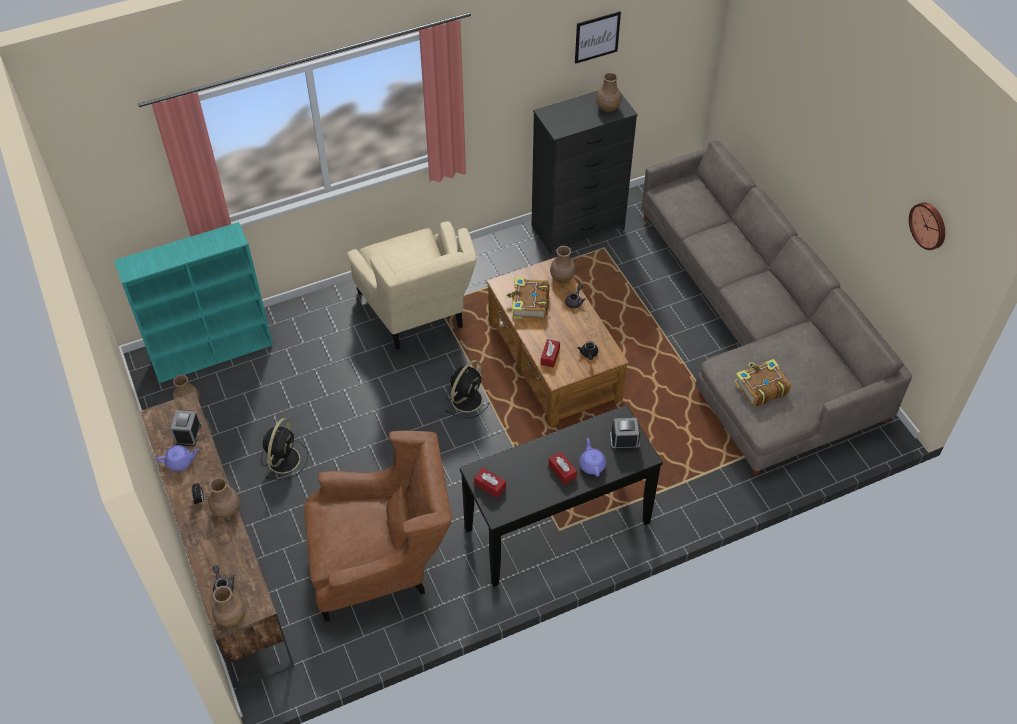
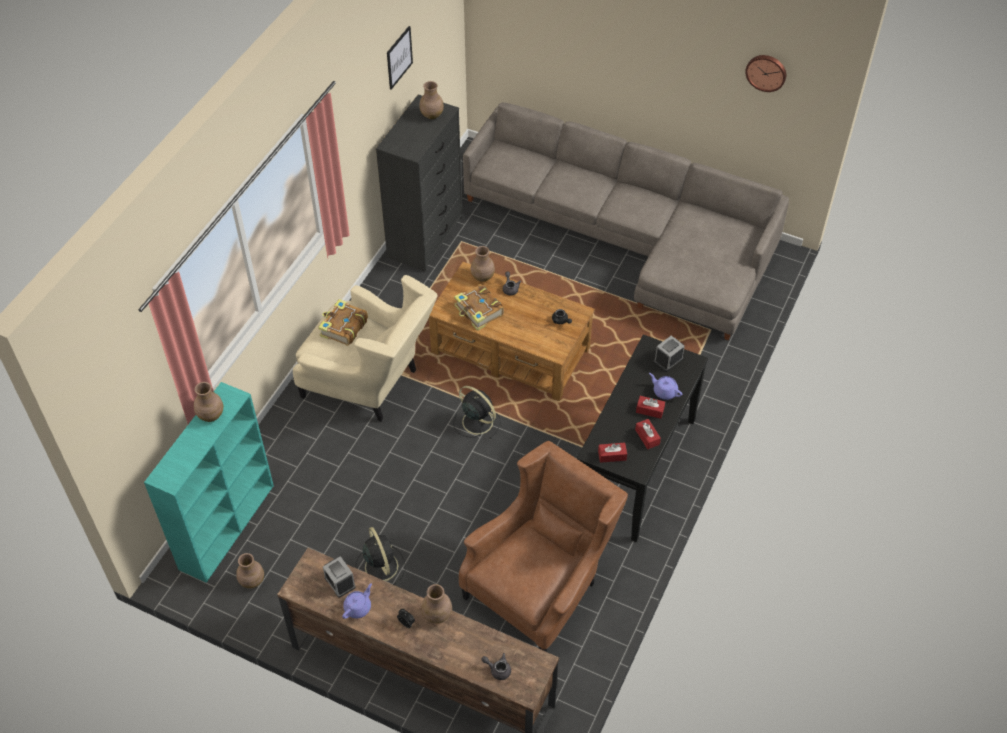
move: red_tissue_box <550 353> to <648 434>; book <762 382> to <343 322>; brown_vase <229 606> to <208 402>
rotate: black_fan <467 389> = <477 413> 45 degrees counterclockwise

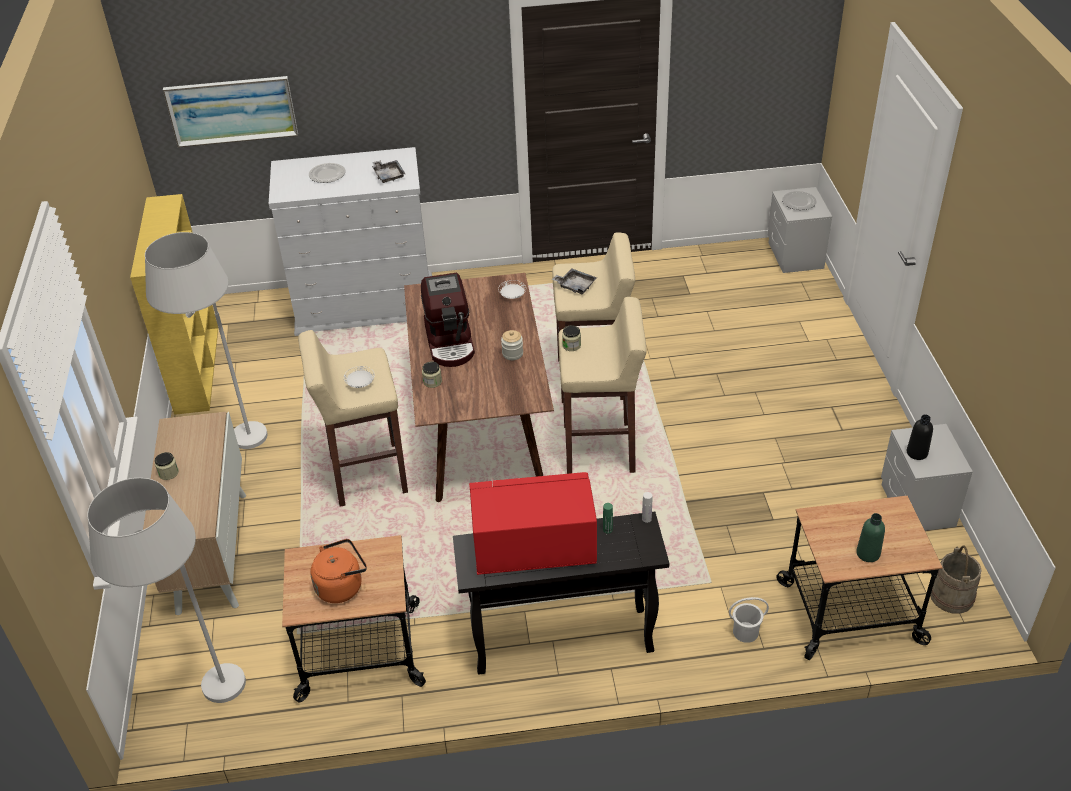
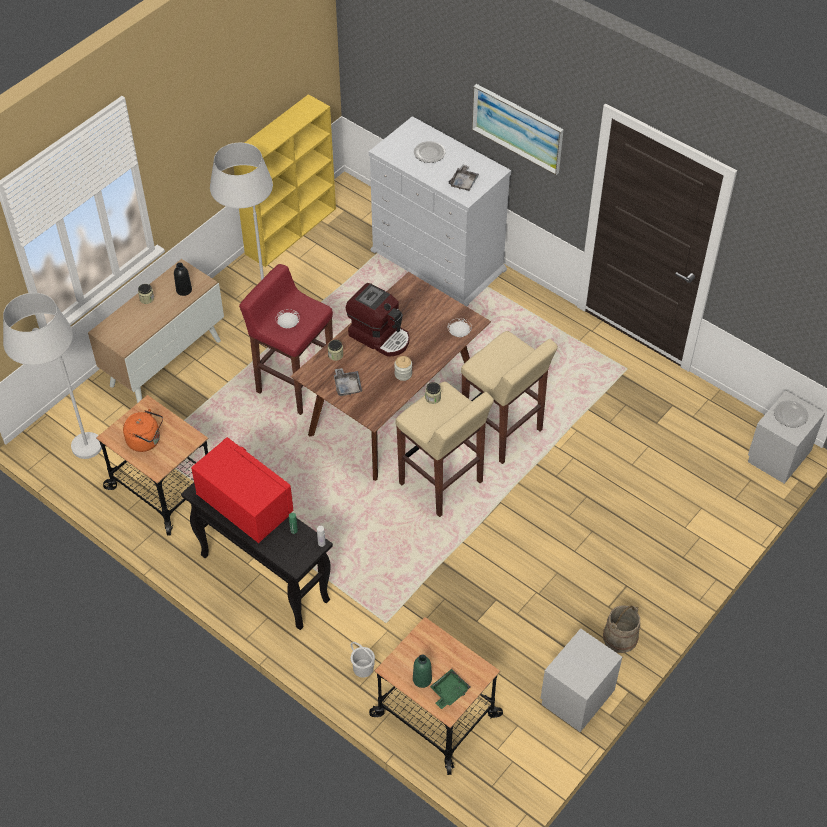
insert: green_tray <450 689>
move: picture <230 112> to <518 129>; grey_tray <574 281> to <348 382>; black_bottle <920 437> to <183 279>; beige_bucket <956 579> to <621 629>
recolor: beige_stool <353 418> to red_stool <286 339>
rotate: coffee_machine <448 320> = <377 320> 90 degrees counterclockwise

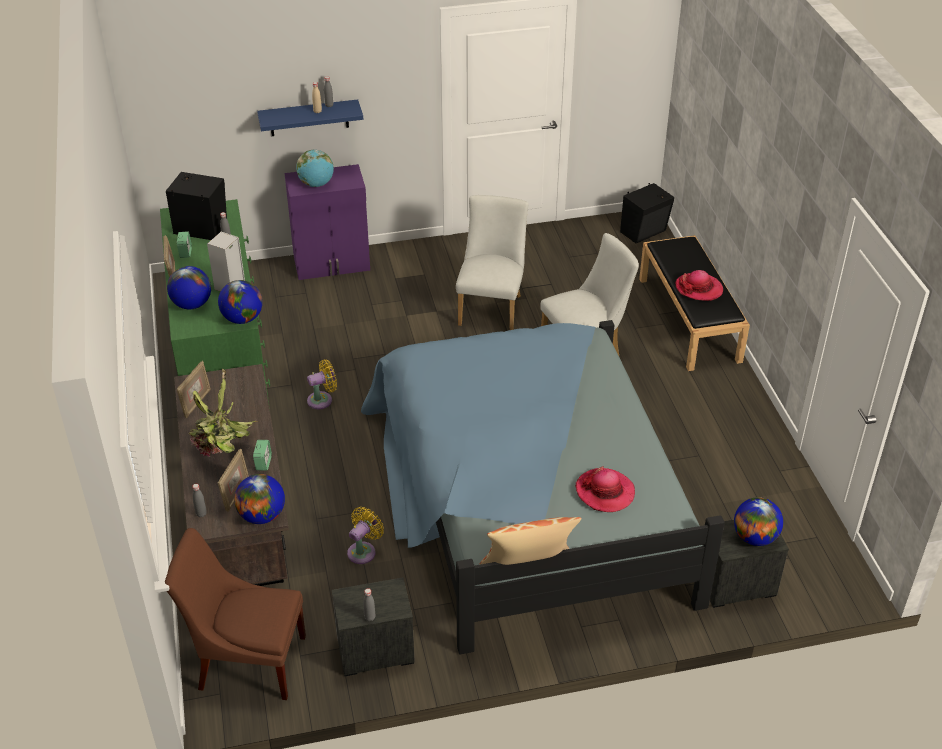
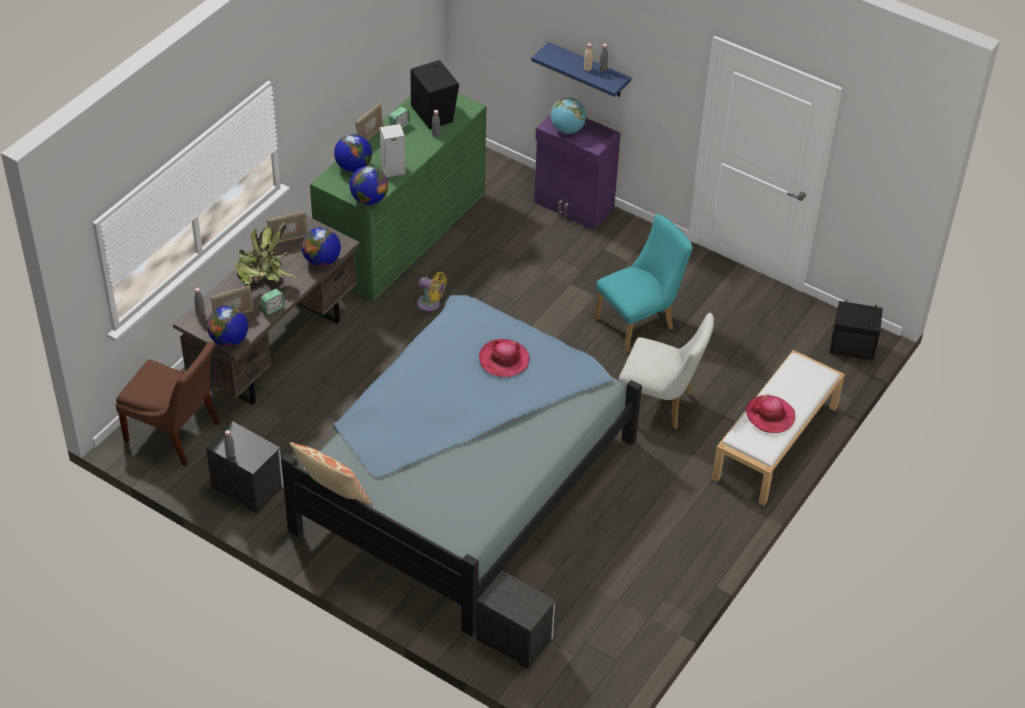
delete: yellow_fan <365 535>
move: hat <605 489> to <504 358>; globe <758 521> to <321 246>
recolor: white_chair <492 262> to turquoise_chair <643 283>; black_bench <694 303> to white_bench <778 427>
rotate: brown_chair <235 614> = <168 403> 150 degrees clockwise

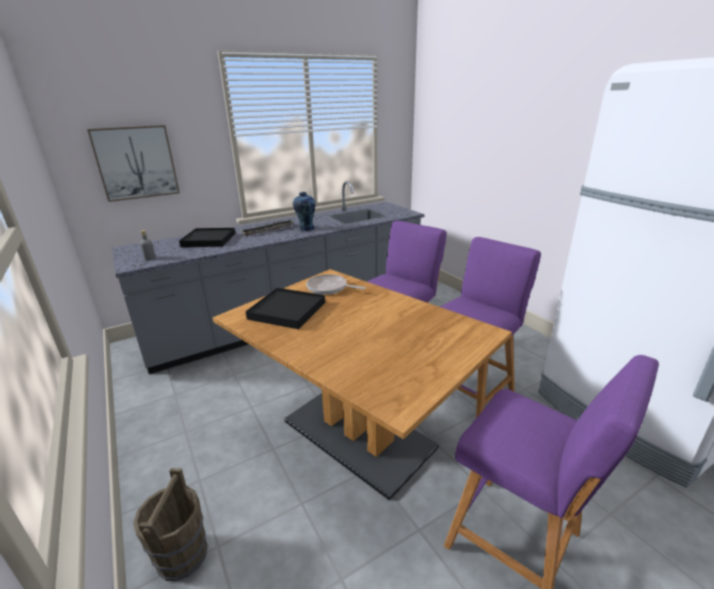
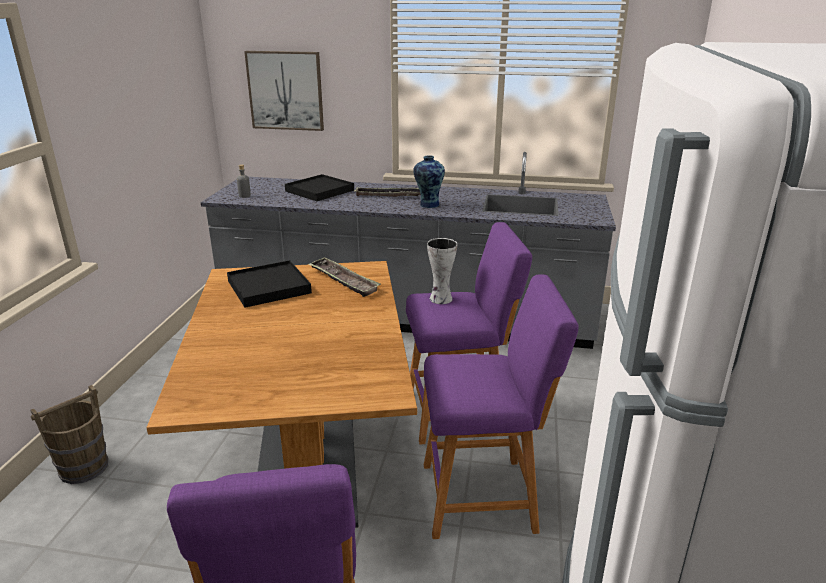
insert: vase <442 271>
replace: frying_pan <336 284> to tray <344 277>

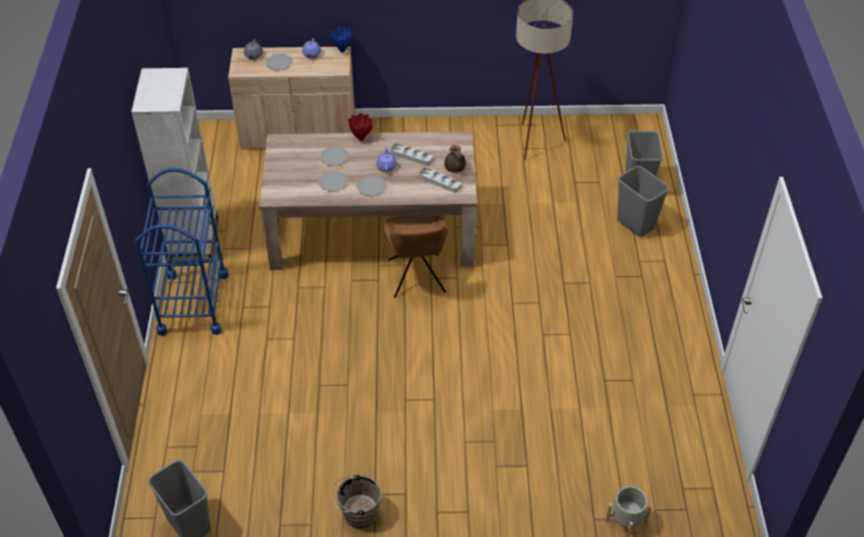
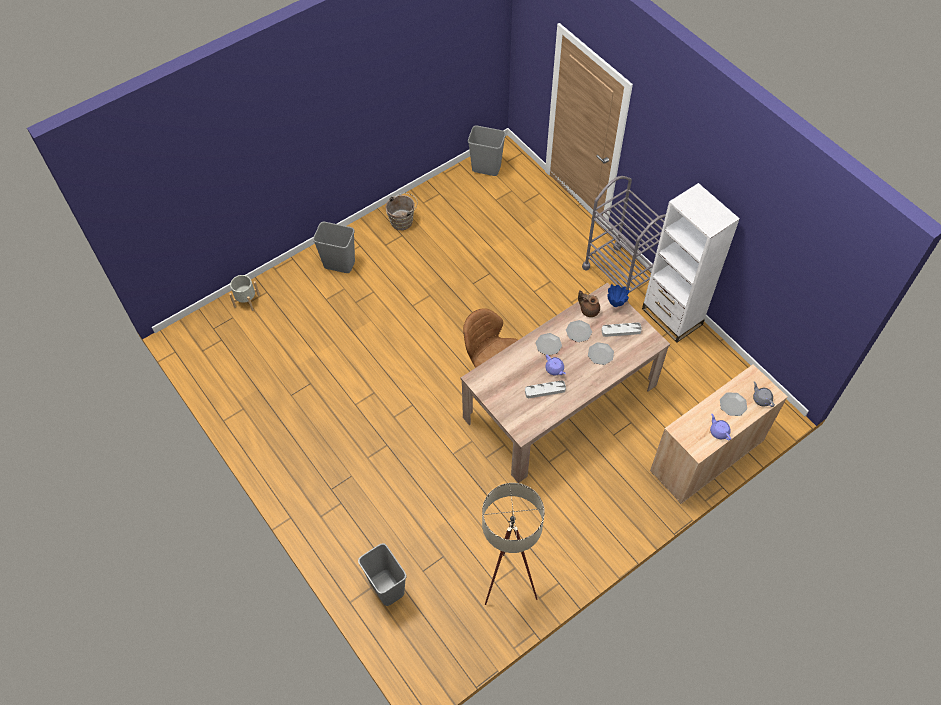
delete: red_vase <360 127>
move: blue_vase <341 39> to <619 295>; brown_teapot <455 159> to <589 303>; grey_trash_can <643 201> to <334 247>; grey_tray <440 180> to <622 329>
recolor: blue_cart <182 252> to grey_cart <624 239>

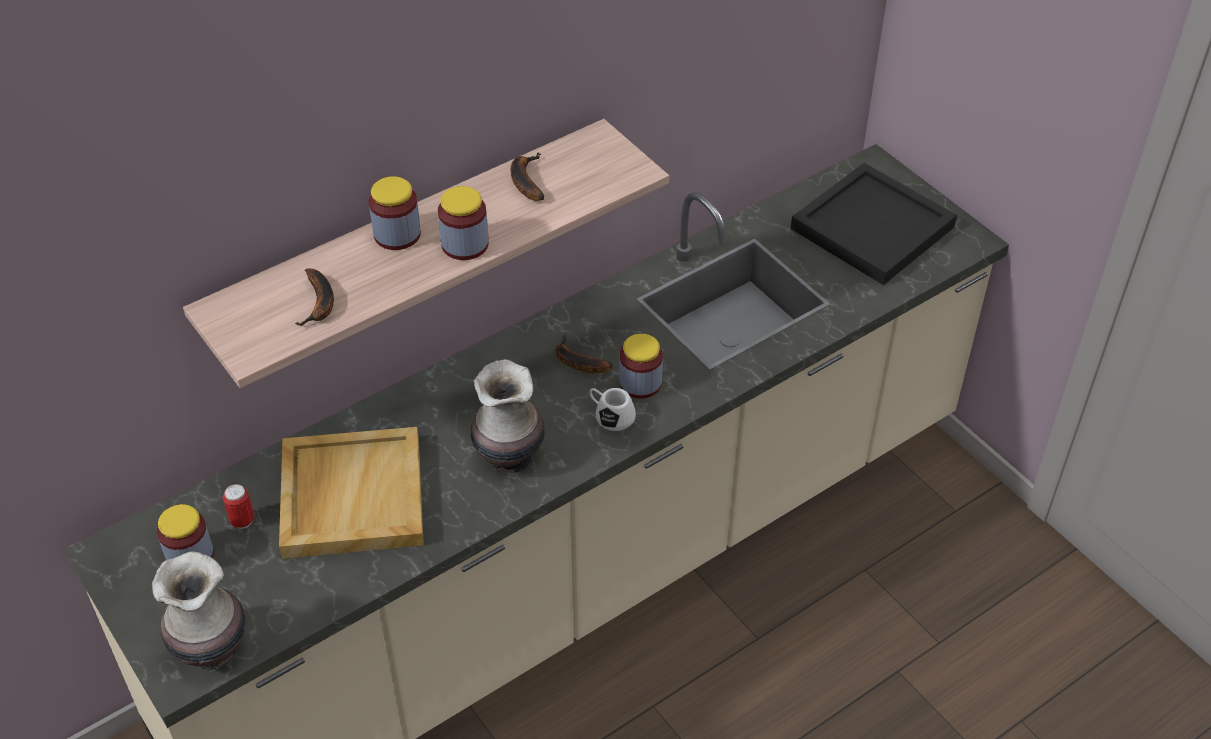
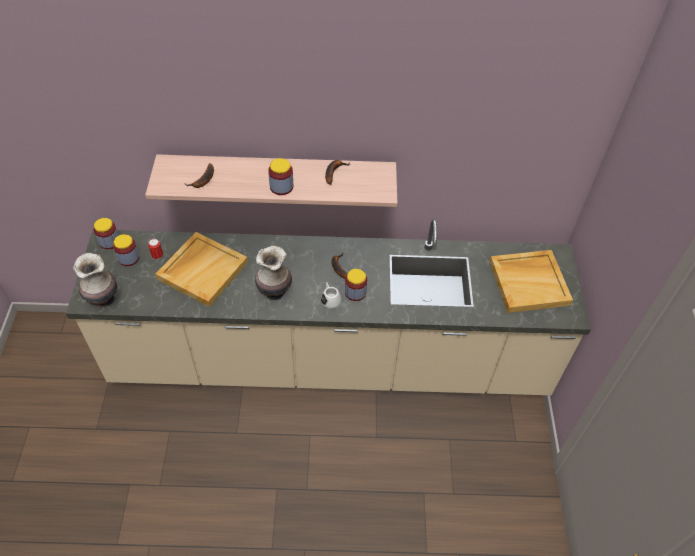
move: jar <395 213> to <106 233>
recolor: black_tray <874 224> to beige_tray <531 281>

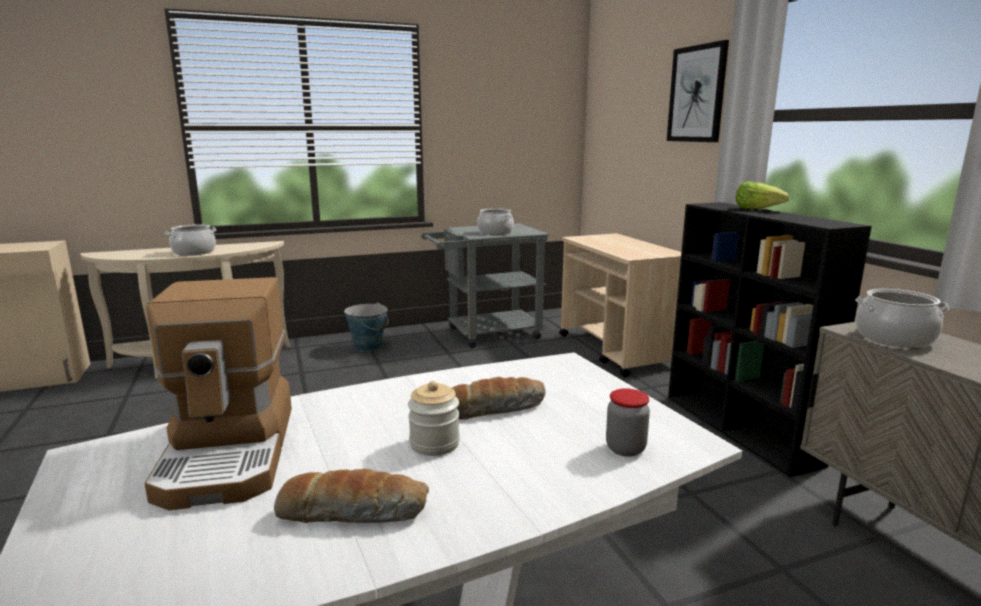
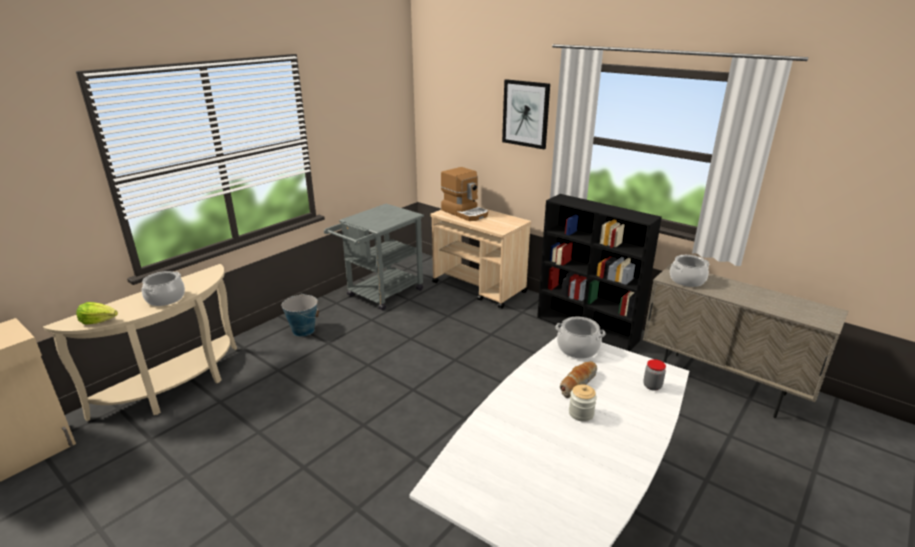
delete: bread <351 496>
move: lettuce <763 195> to <97 313>; cooking_pot <495 221> to <580 338>; coffee_machine <218 393> to <464 194>

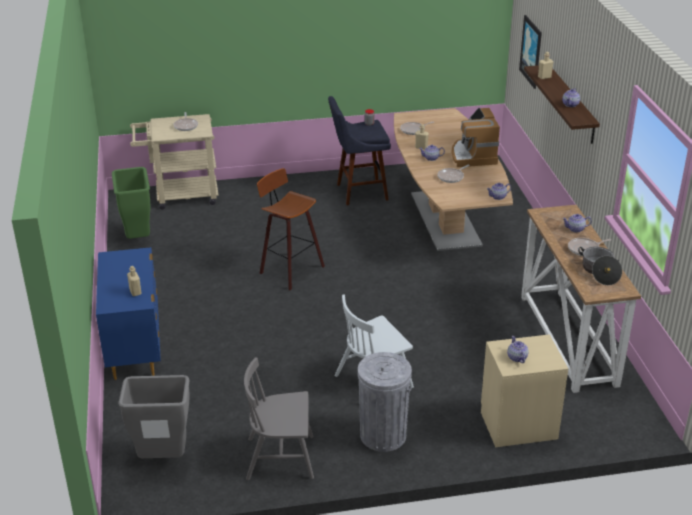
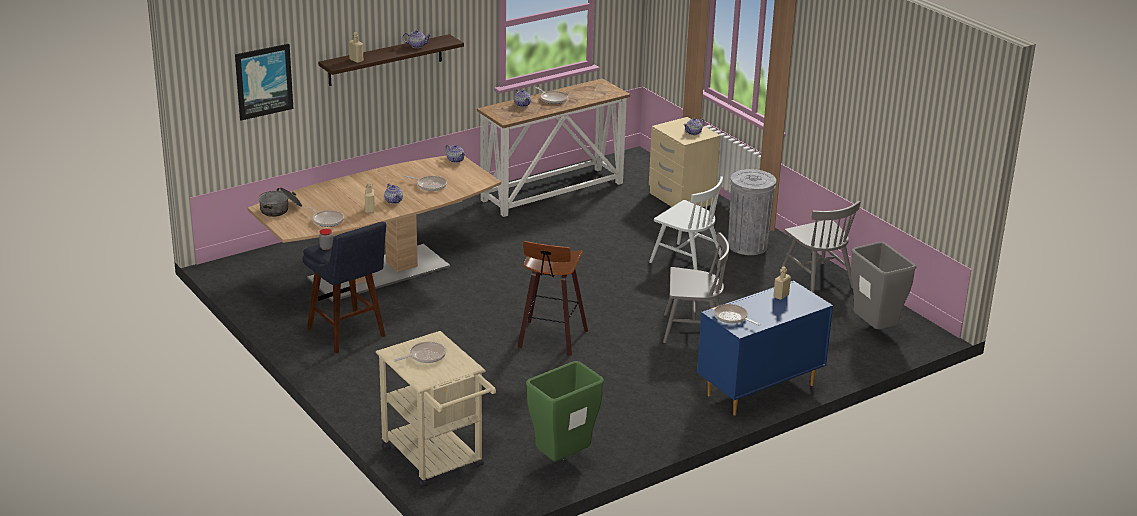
delete: coffee_machine <476 137>
insert: grey_chair <696 287>; frying_pan <737 314>
move: cooking_pot <600 266> to <280 202>

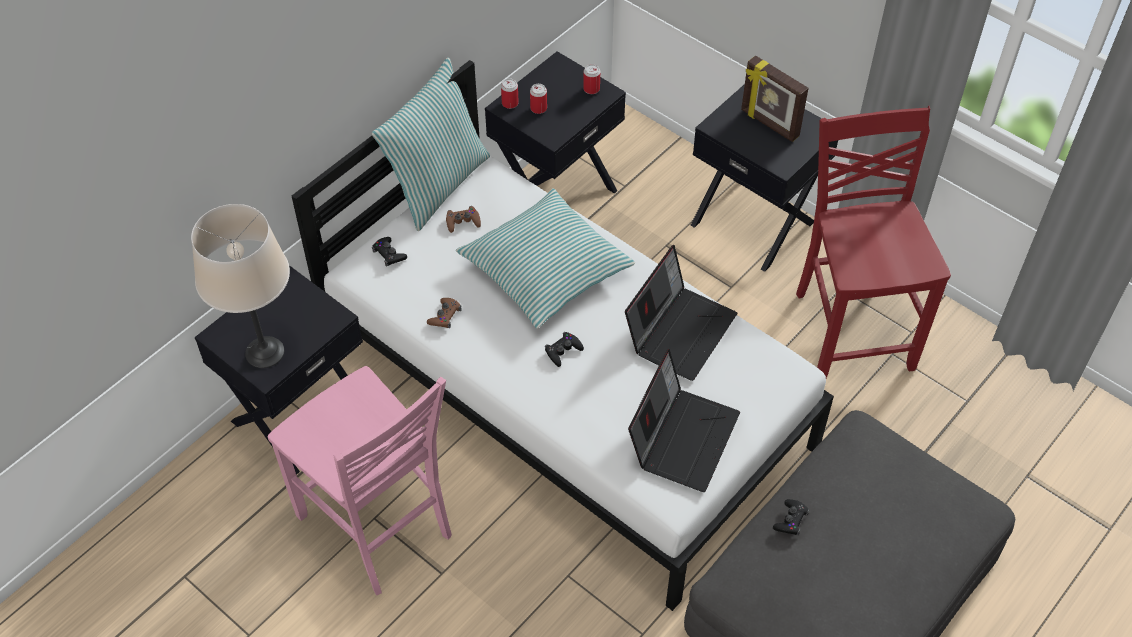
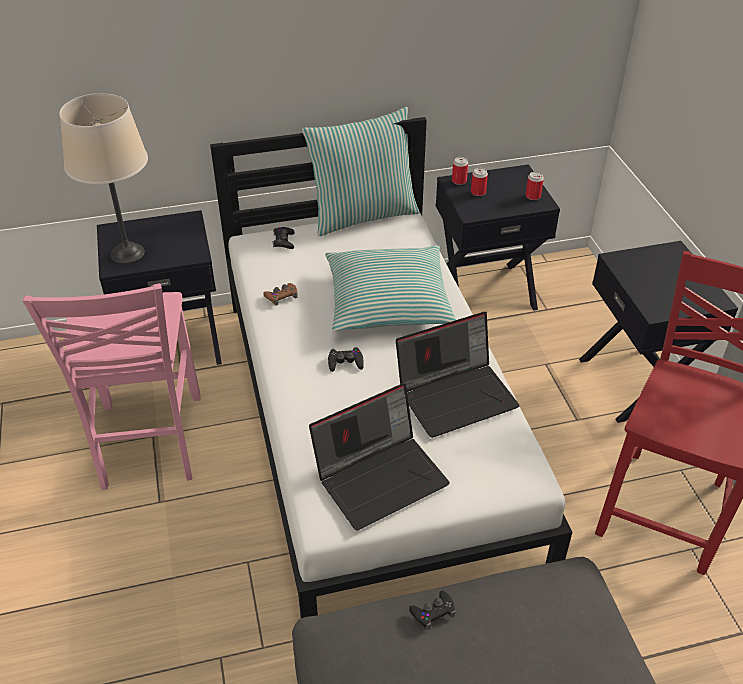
delete: picture_frame <774 99>; brown_game_controller <463 219>

